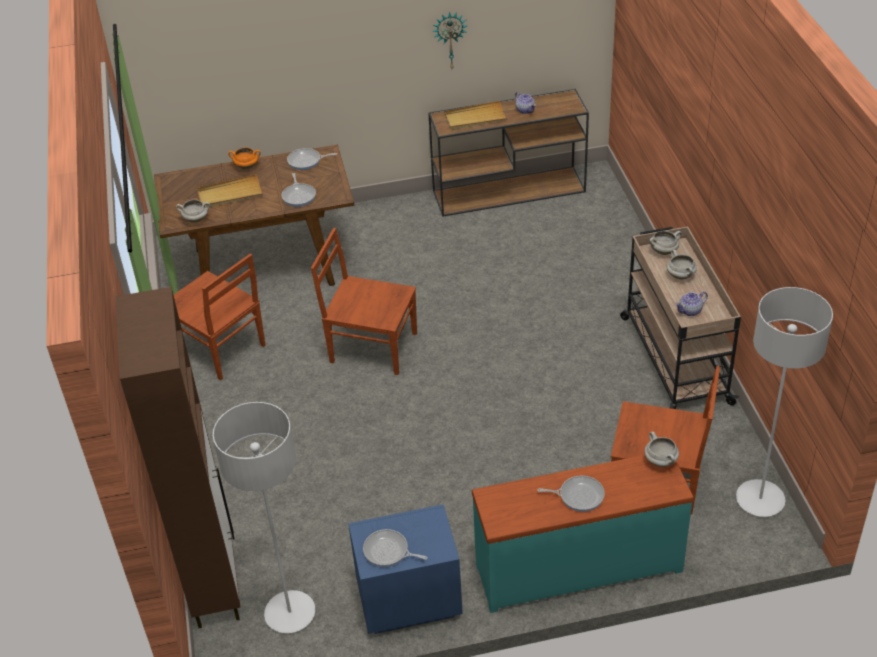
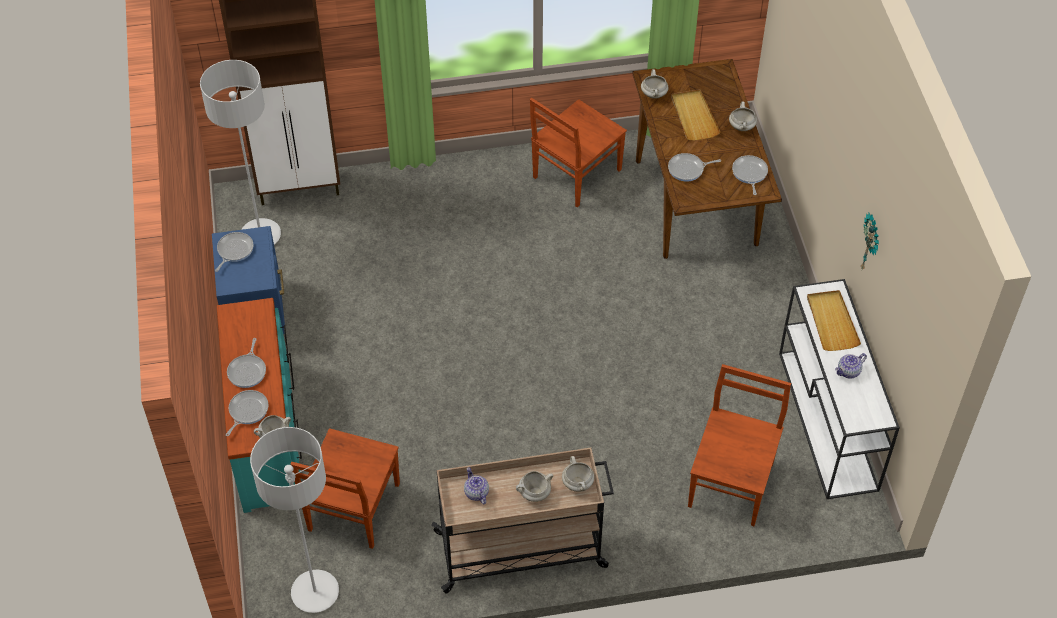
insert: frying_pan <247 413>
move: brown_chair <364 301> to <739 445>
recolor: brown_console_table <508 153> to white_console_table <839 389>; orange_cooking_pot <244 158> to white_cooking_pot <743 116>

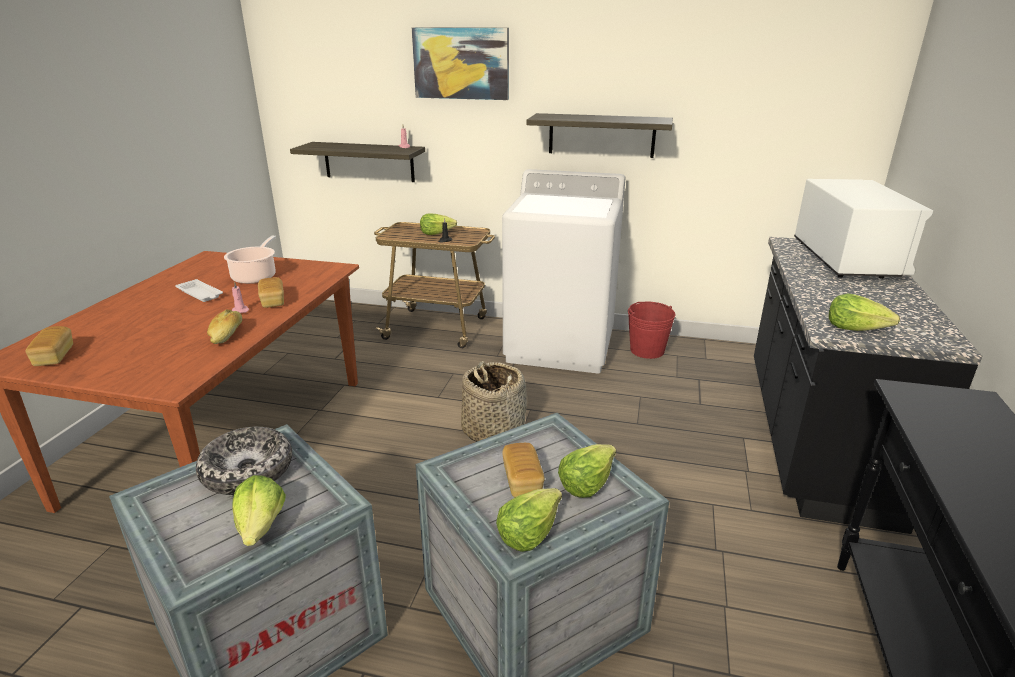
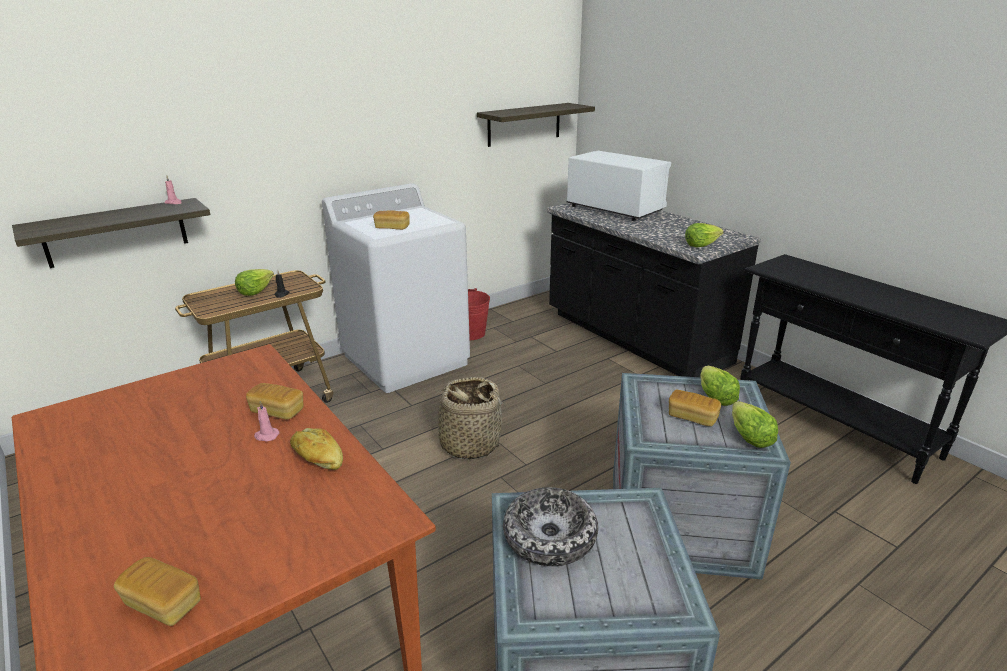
delete: picture <460 63>; cooking_pot <250 260>; white_tray <199 290>; lettuce <259 510>
insert: bread <391 220>
move: shelf <599 135> to <536 125>

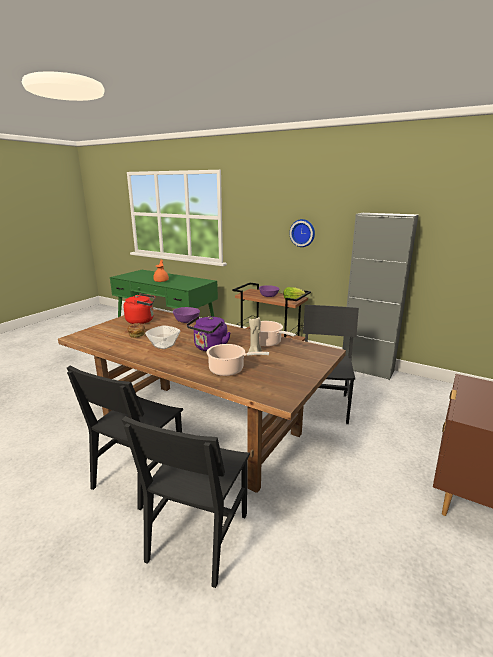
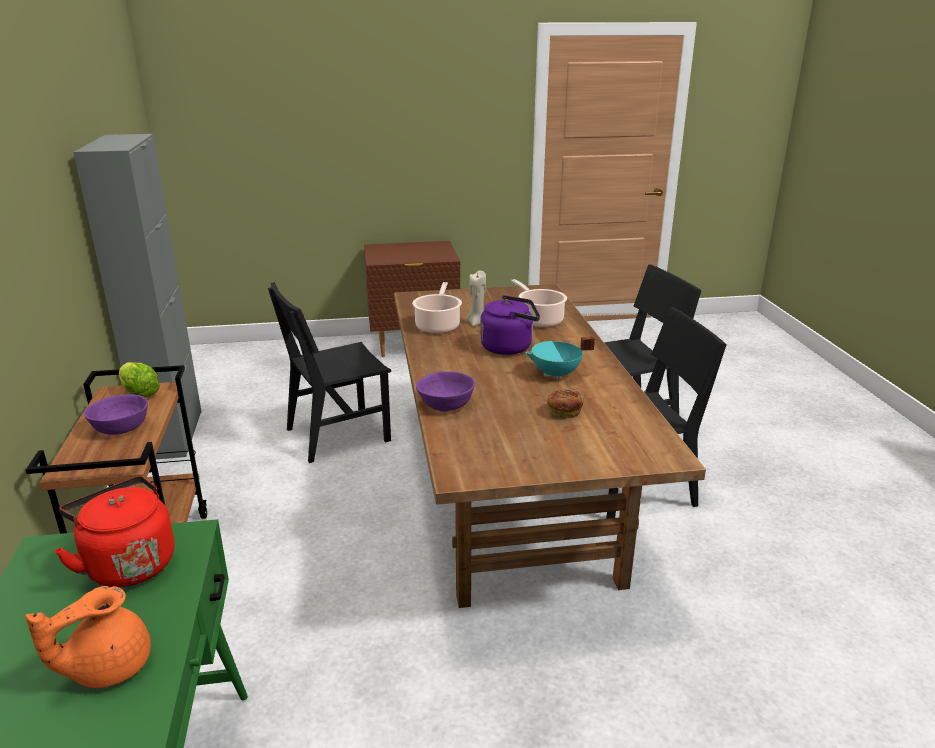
delete: wall_clock <302 233>
move: red_kettle <139 308> to <114 532>
replace: bowl <162 337> to turquoise_cooking_pot <560 358>

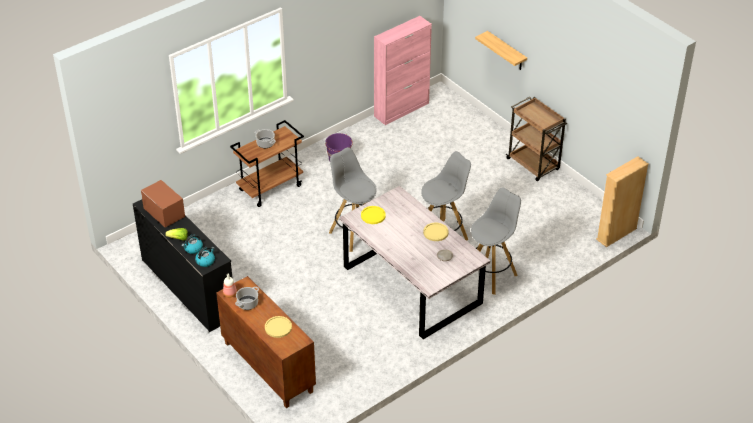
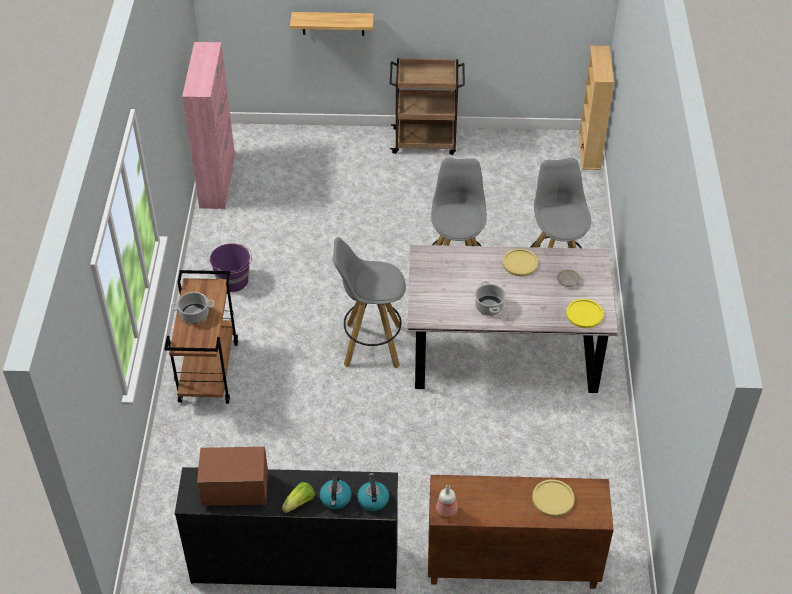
move: yellow_plate <373 215> to <585 313>; cooking_pot <247 298> to <490 298>

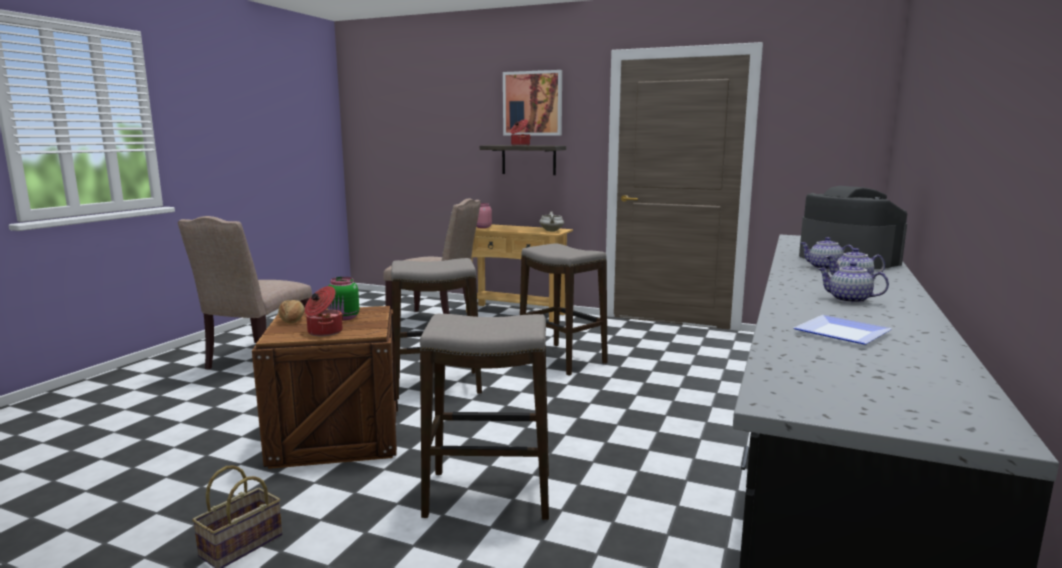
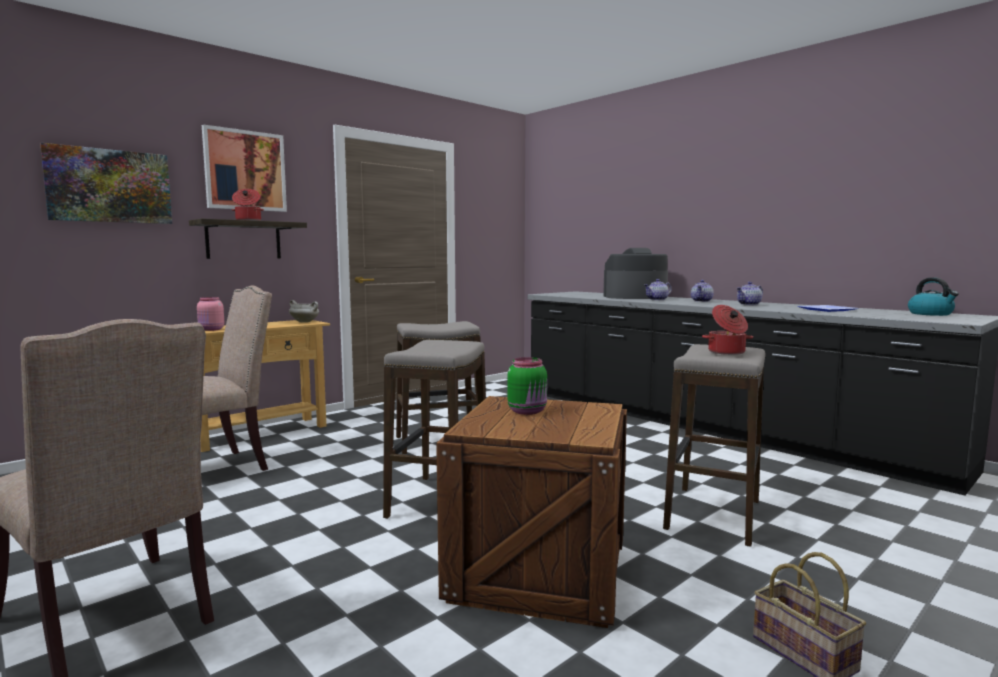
delete: bread <291 311>
insert: picture <106 183>; kettle <933 296>
move: cooking_pot <324 311> to <727 330>

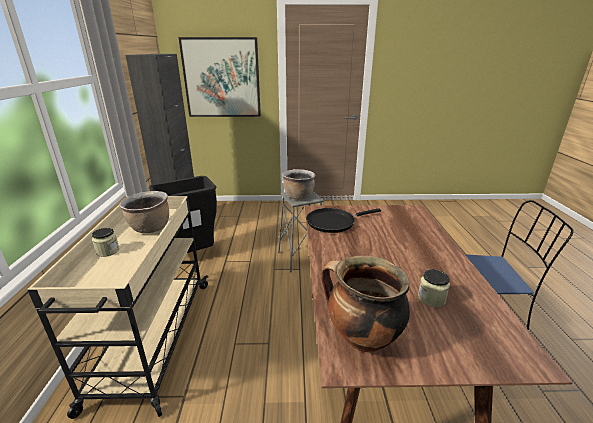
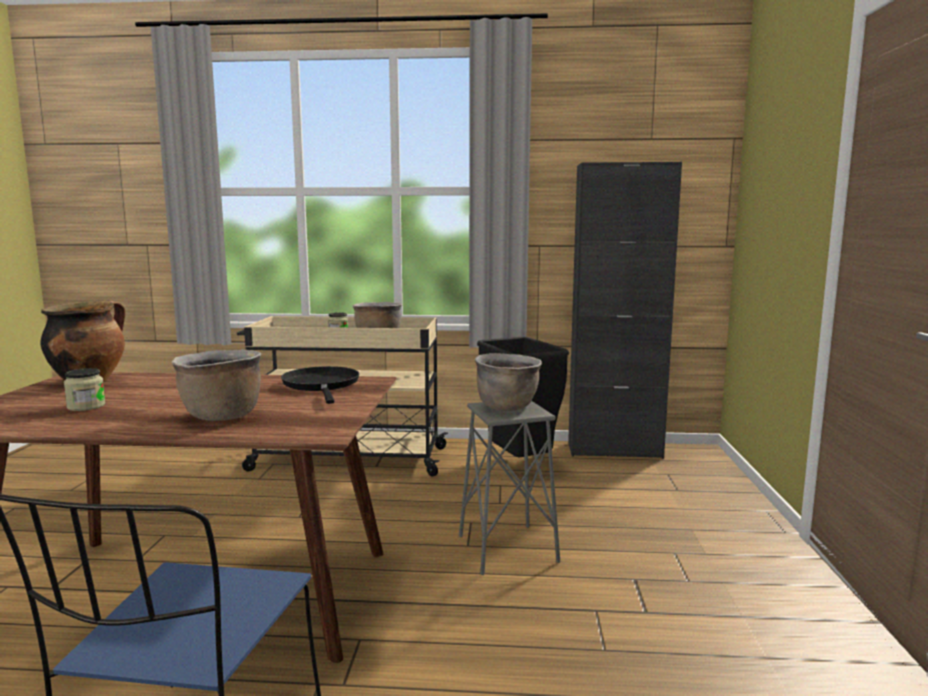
delete: picture <219 77>
insert: brown_cooking_pot <216 385>

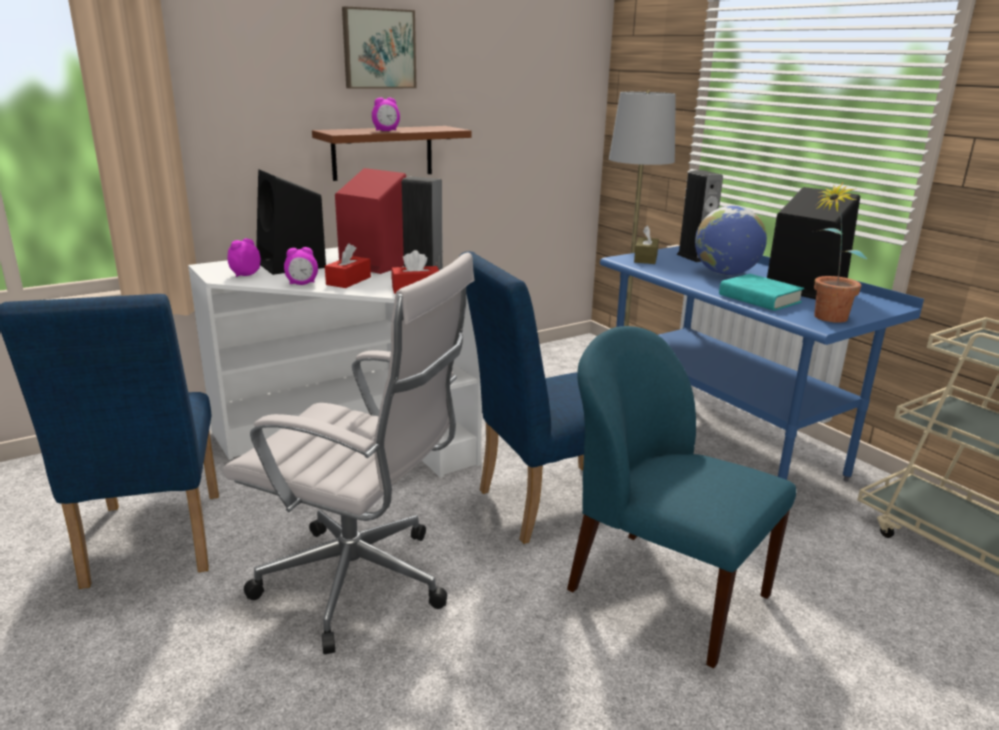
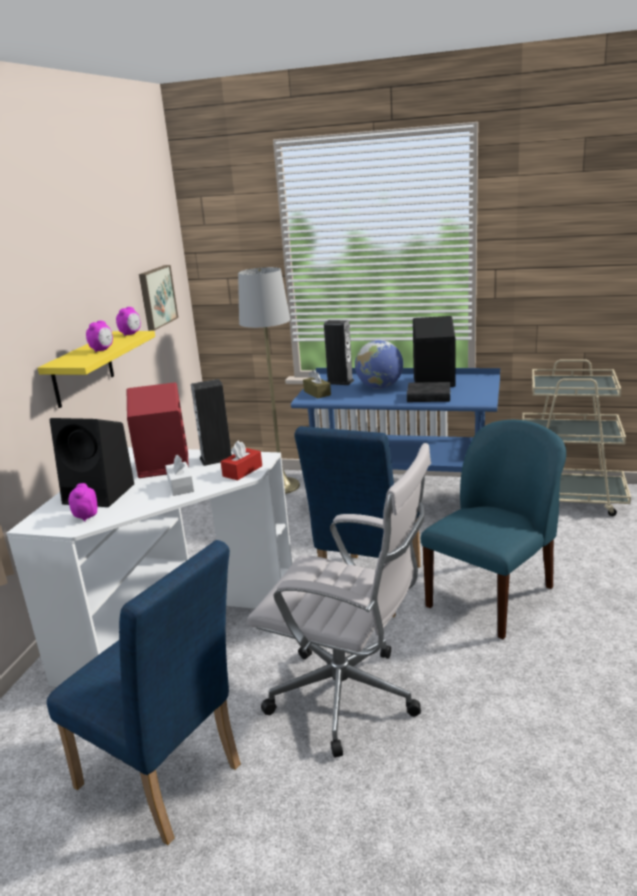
delete: potted_plant <840 253>
move: picture <379 47> to <158 298>; alarm_clock <301 266> to <128 321>
recolor: brown_shelf <391 153> to yellow_shelf <96 369>; red_tissue_box <348 265> to white_tissue_box <180 475>; turquoise_book <761 292> to black_book <428 392>
rotate: white_office_chair <349 453> = <339 600> 45 degrees clockwise; blue_chair <681 497> = <493 529> 135 degrees clockwise

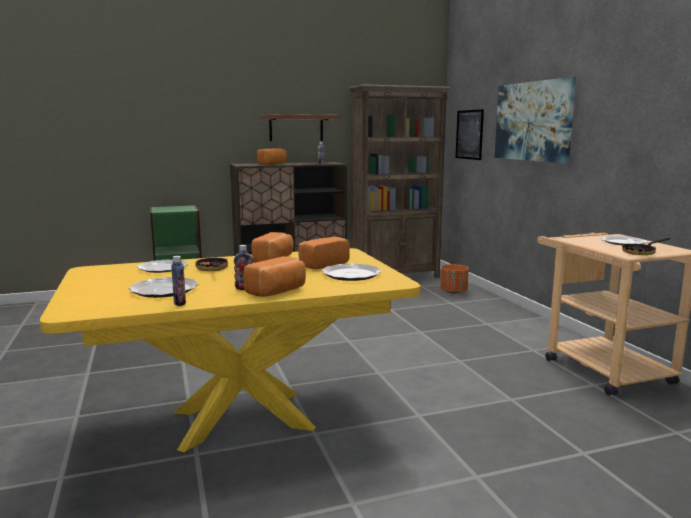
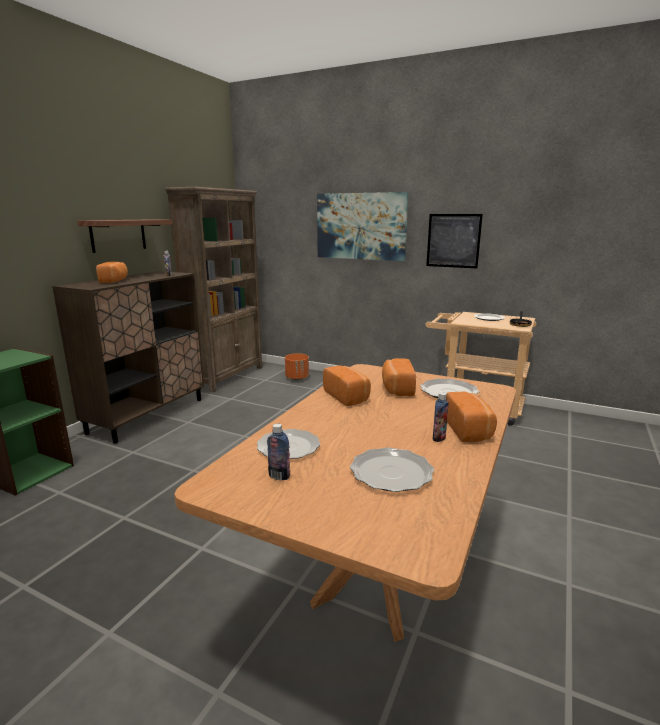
delete: frying_pan <211 263>
move: picture <470 134> to <454 241>; bottle <178 281> to <278 452>
recolor: yellow_dining_table <230 350> to brown_dining_table <345 503>

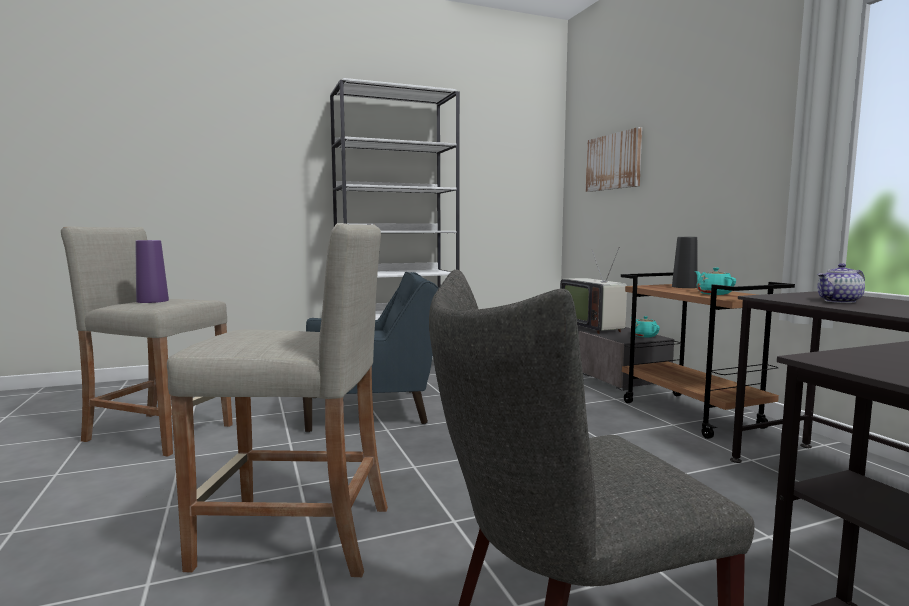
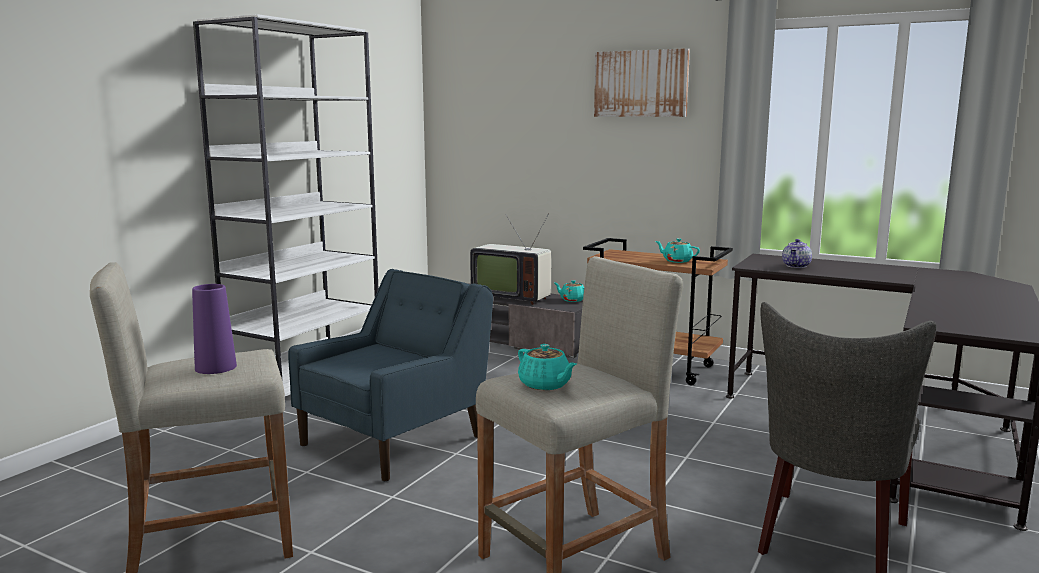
delete: black_vase <684 262>
insert: turquoise_teapot <547 367>
move: picture <614 159> to <642 82>

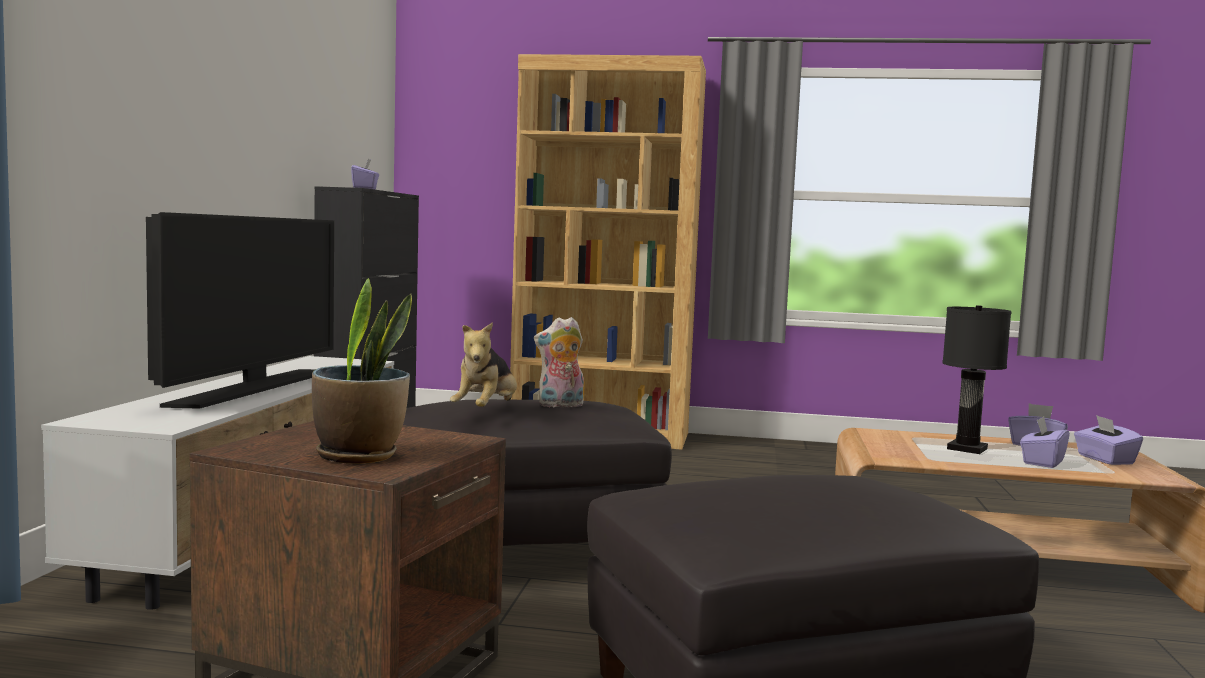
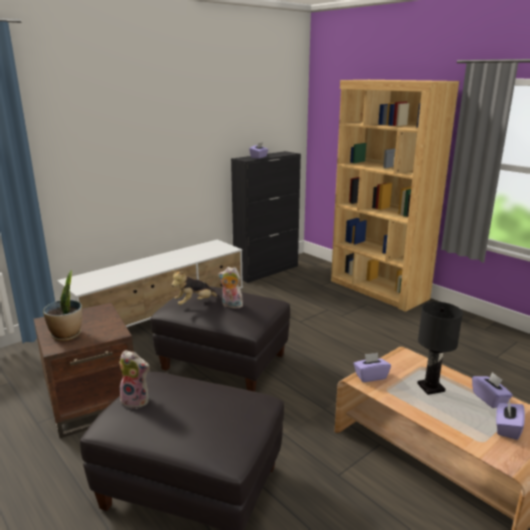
delete: television <240 310>
insert: plush_toy <134 379>
move: purple_tissue_box <1045 442> to <372 367>

